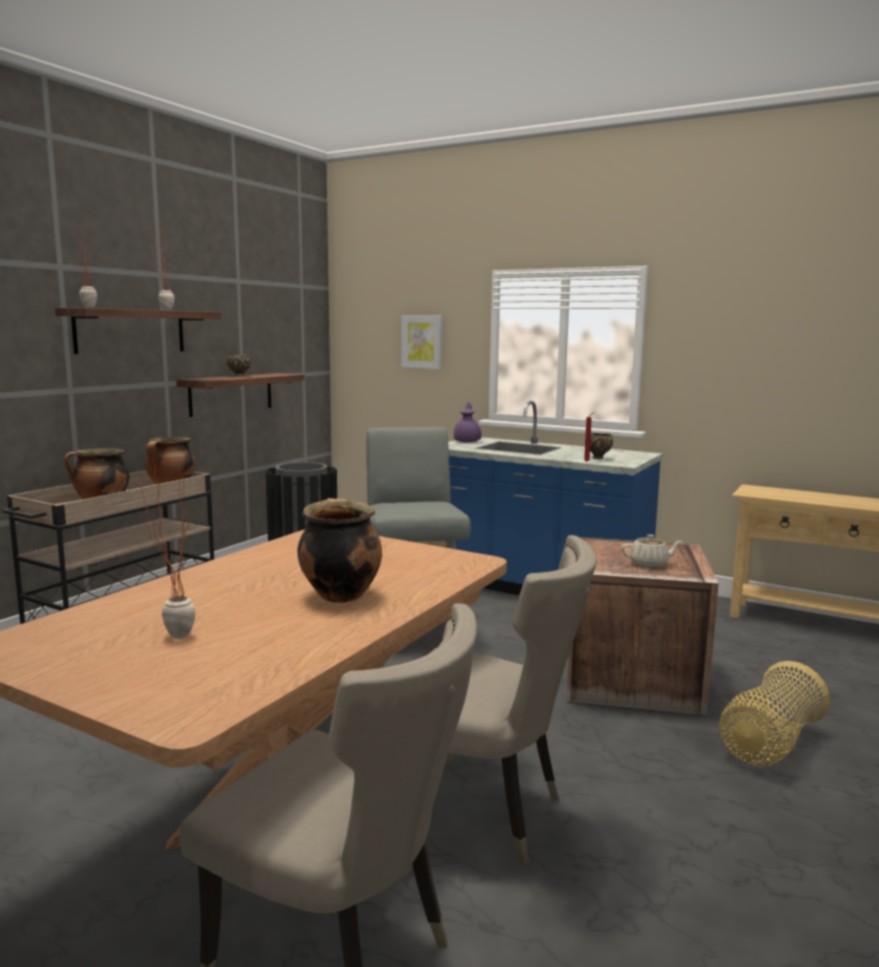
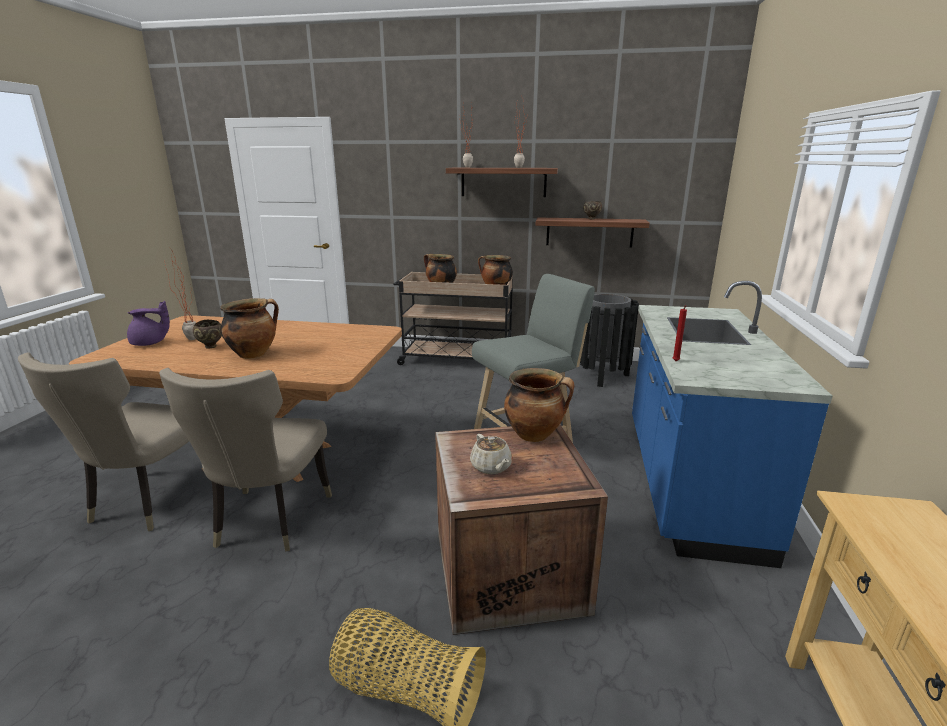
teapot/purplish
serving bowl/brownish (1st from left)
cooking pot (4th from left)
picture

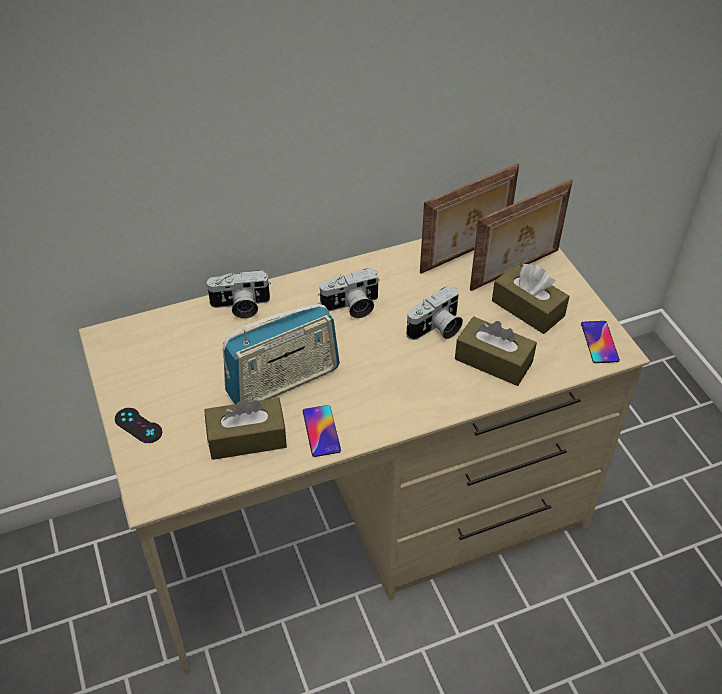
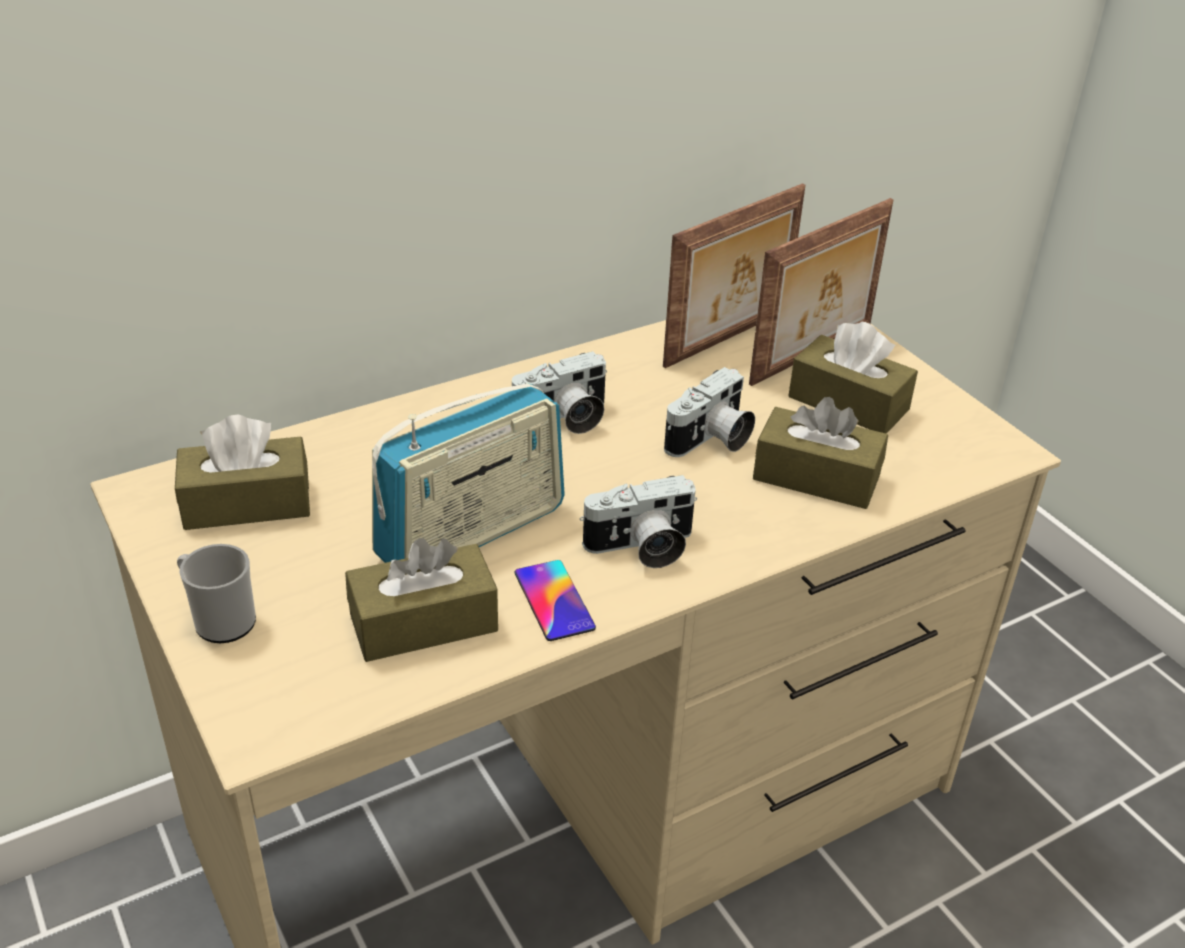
tissue holder/brownish (1st from left)
tea mug
still camera (2nd from left)
telephone (2nd from left in the first image)

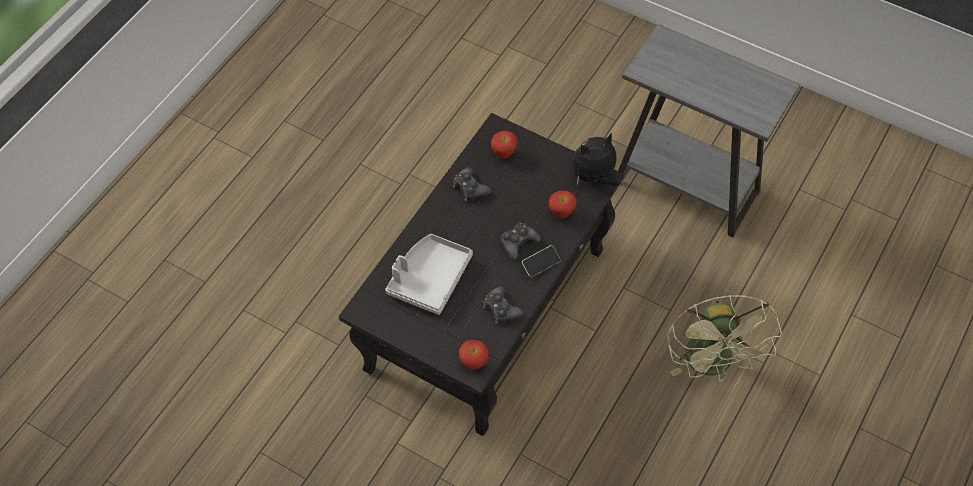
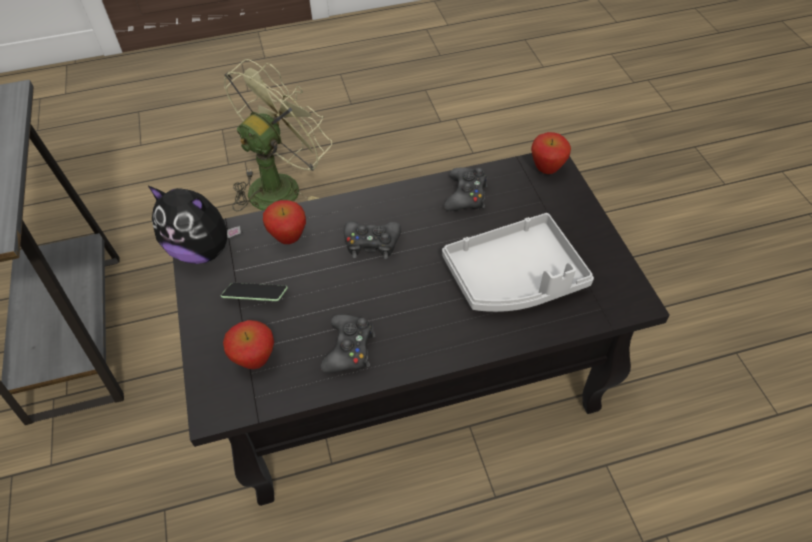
telephone

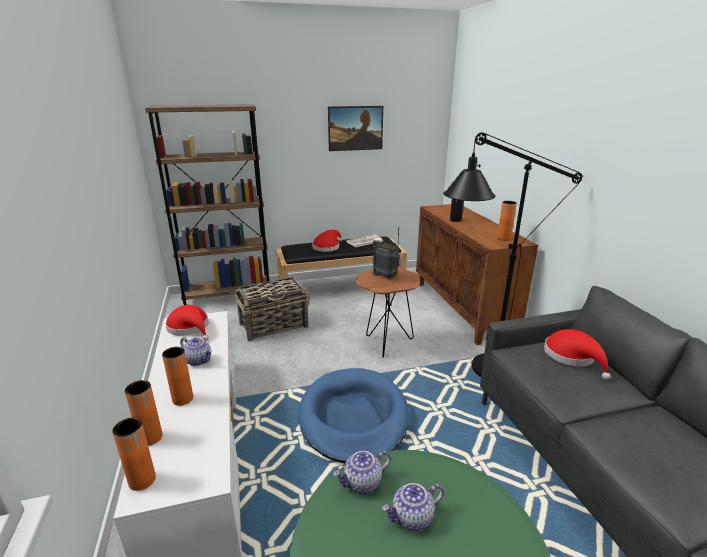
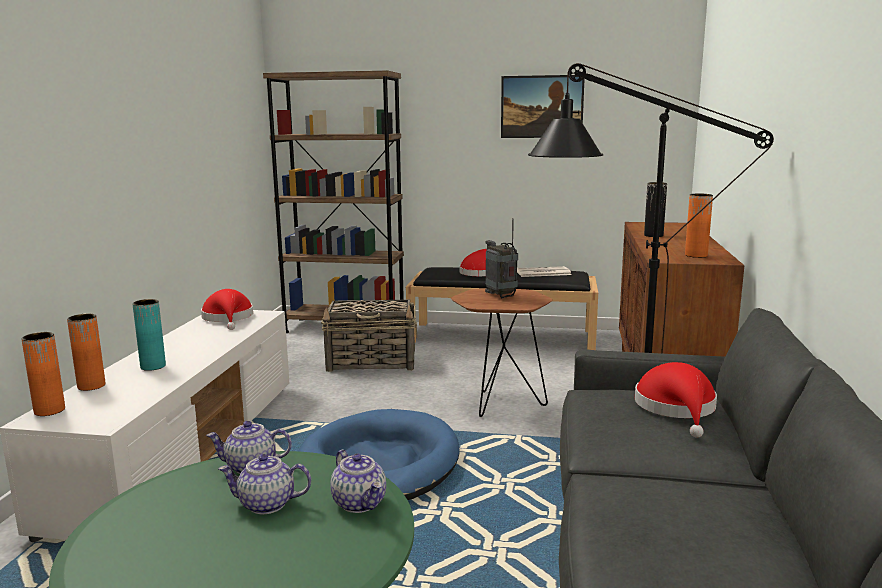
flower vase/turquoise-coloured
teapot (3rd from left)

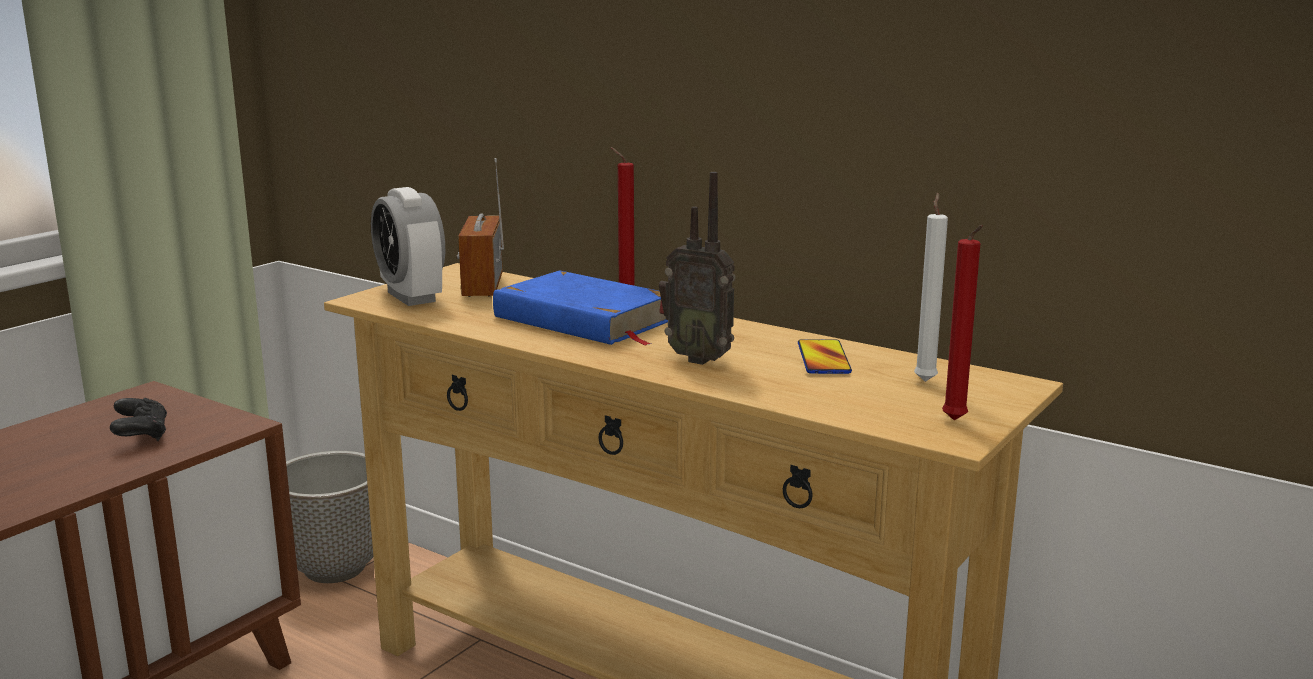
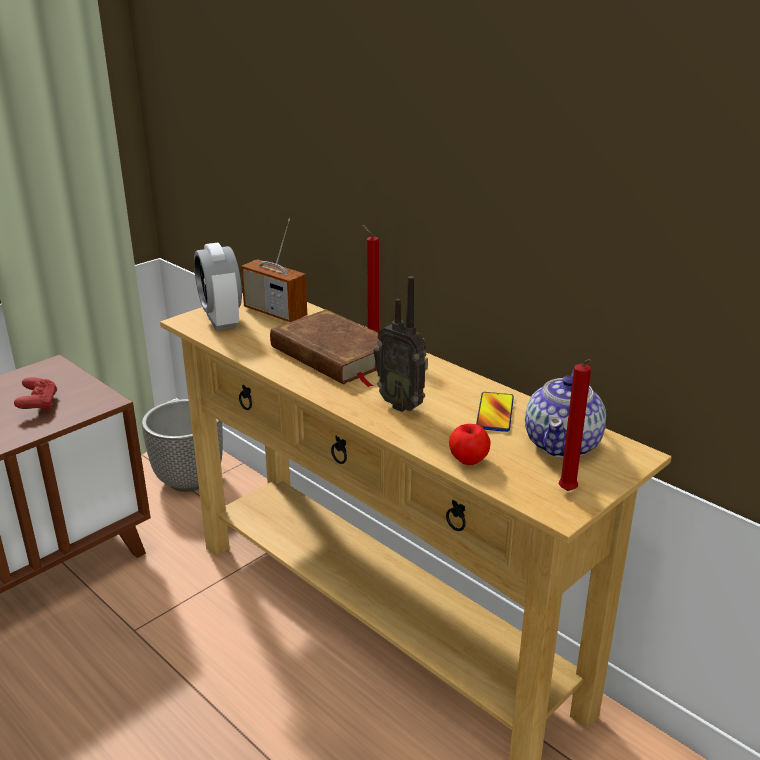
gamepad/red
radio (1st from left)
volume/brownish
apple fruit
teapot

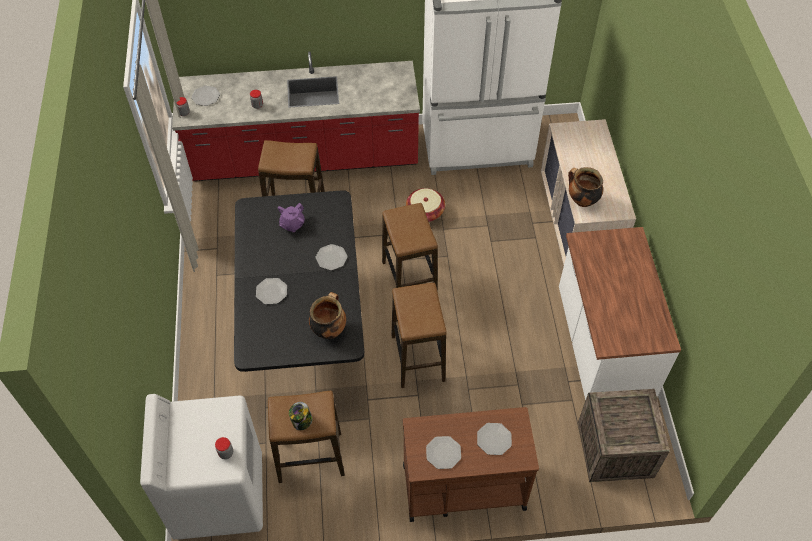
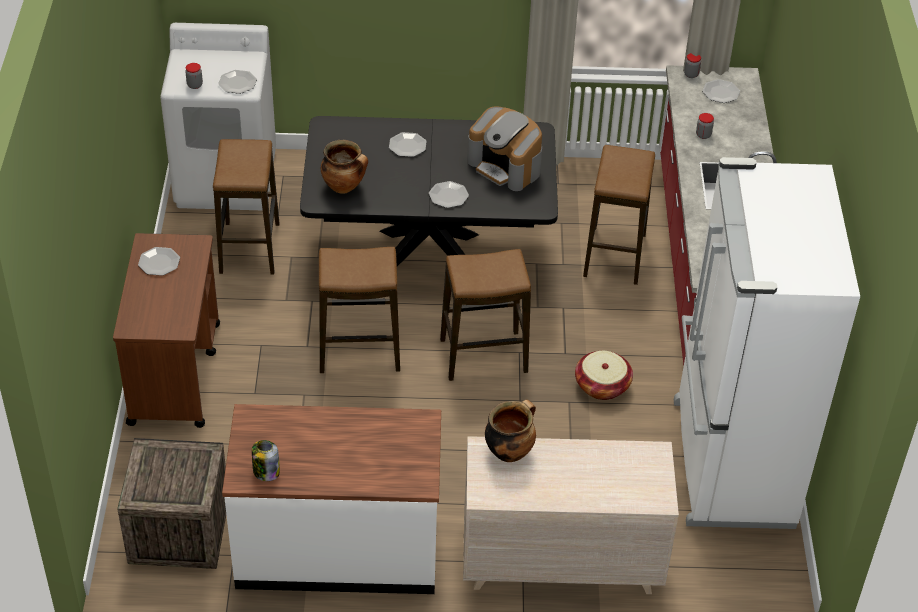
plate (2nd from left)
storage jar (2nd from left)
coffee machine

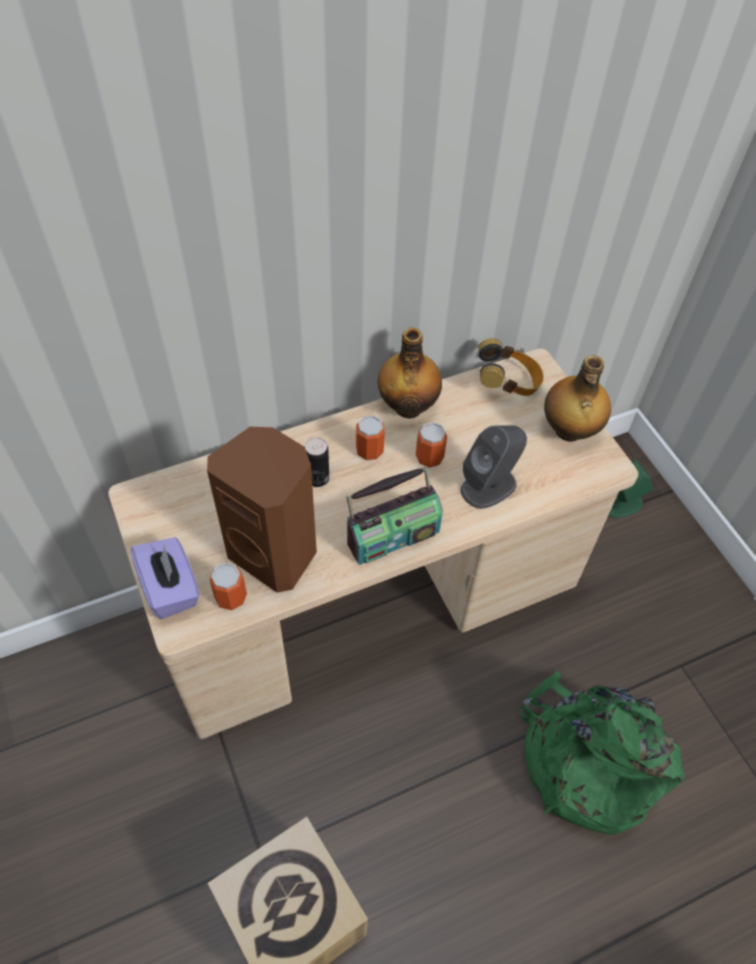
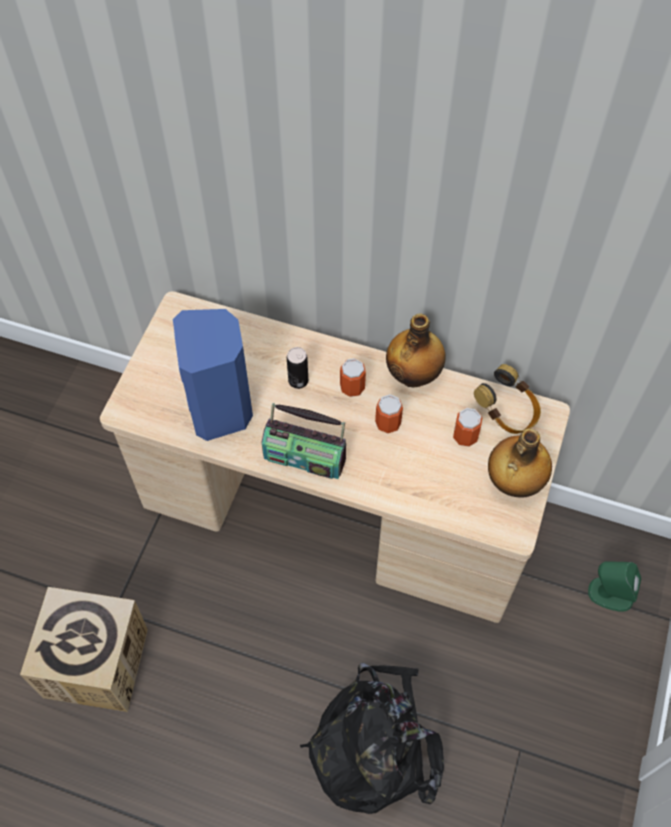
speaker/bluish
rucksack/blackish
can (4th from left)
tissue holder/purplish
speaker/gray

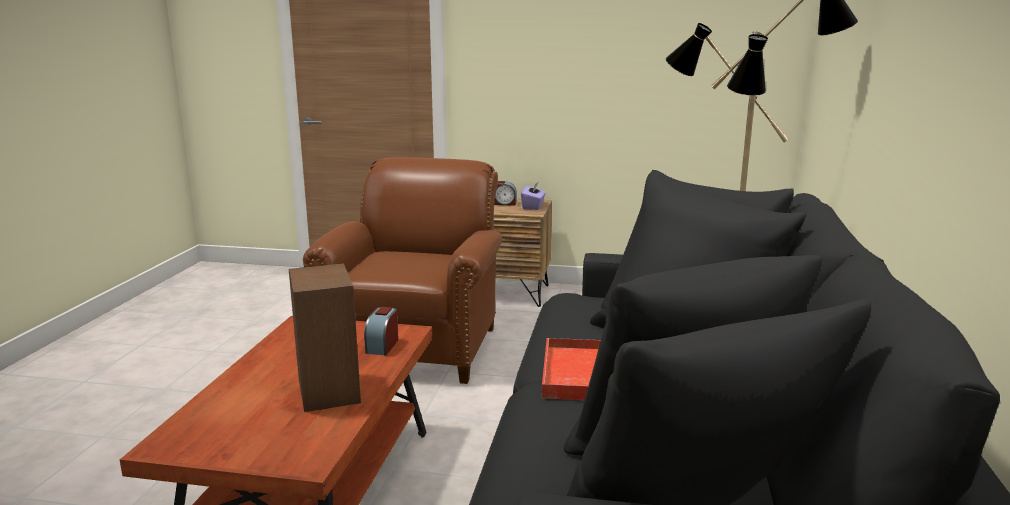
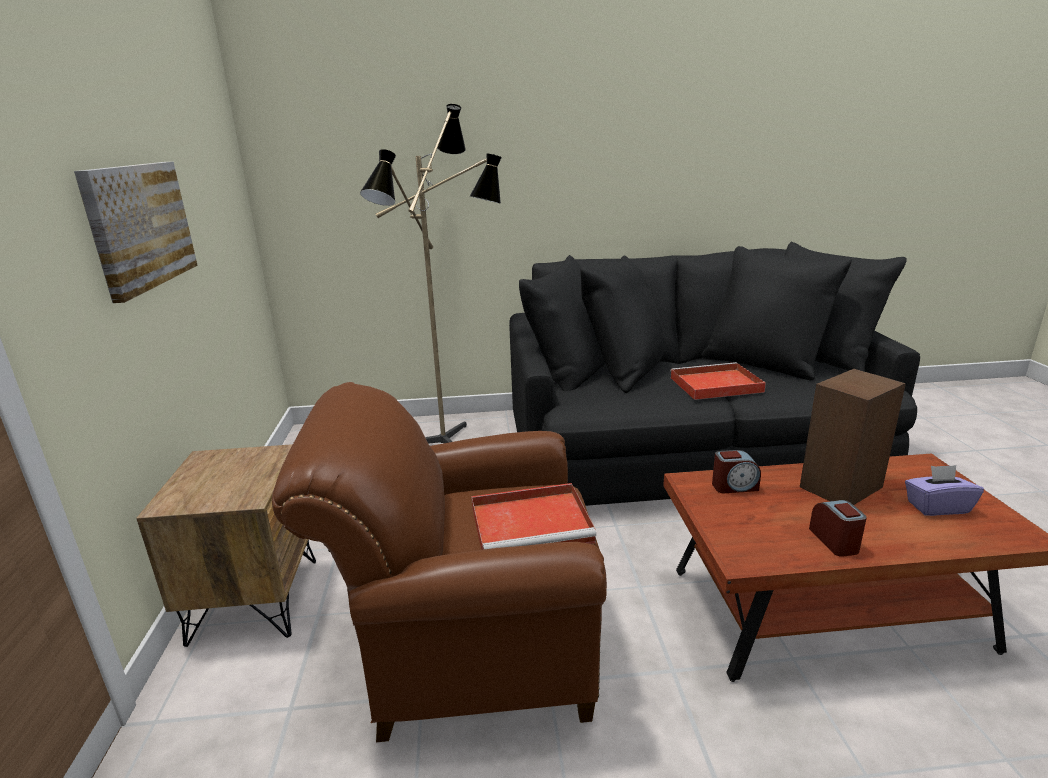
picture
tray/red (1st from left)
alarm clock (2nd from left)
tissue holder/purplish

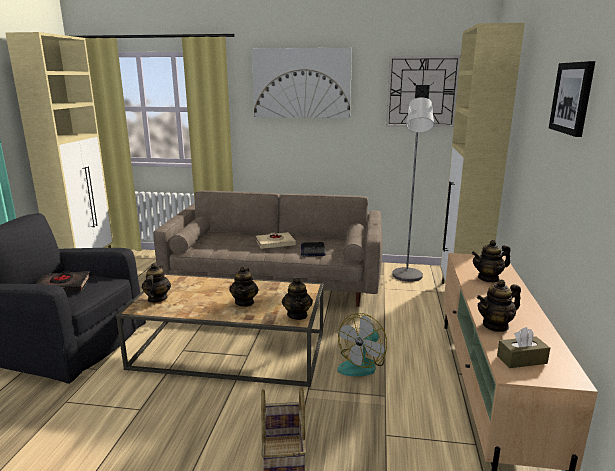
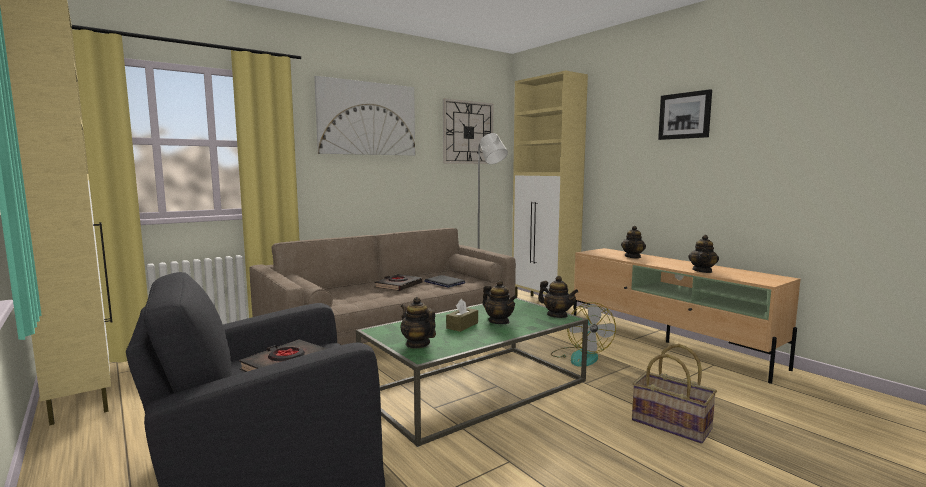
low table/greenish
volume/blackish (2nd from left)
tissue holder/brownish

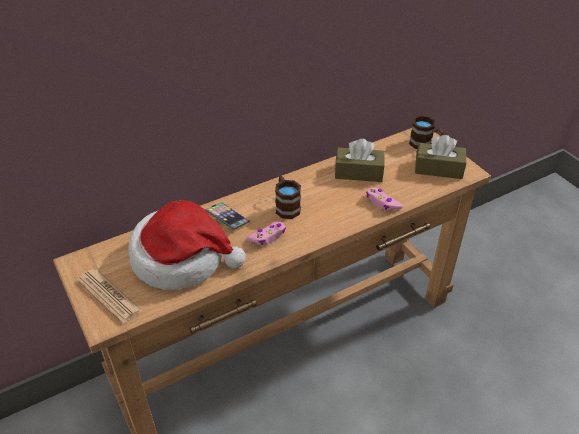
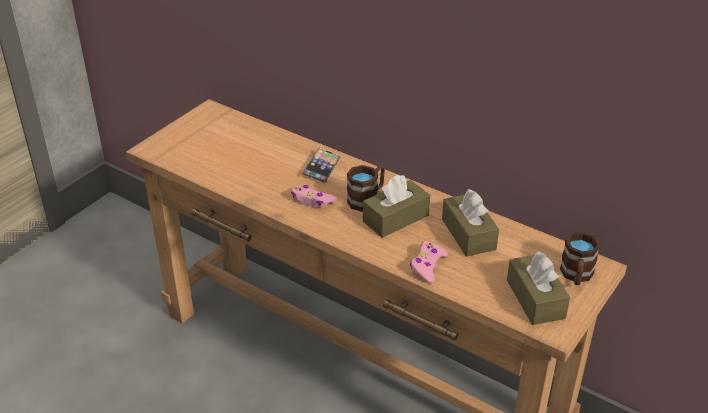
tissue holder/brownish (1st from left)
printed paper
hat

